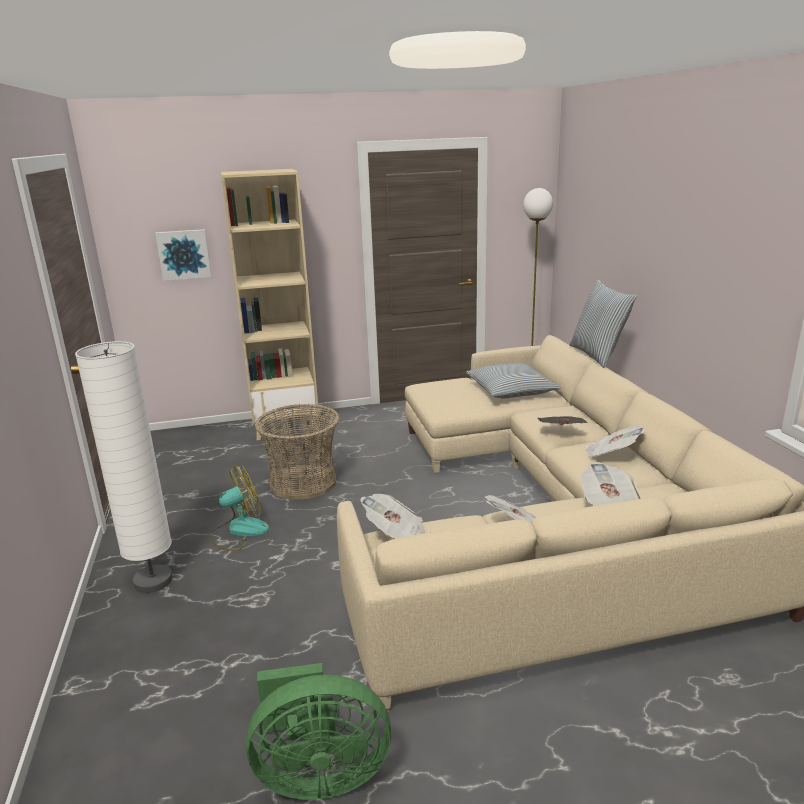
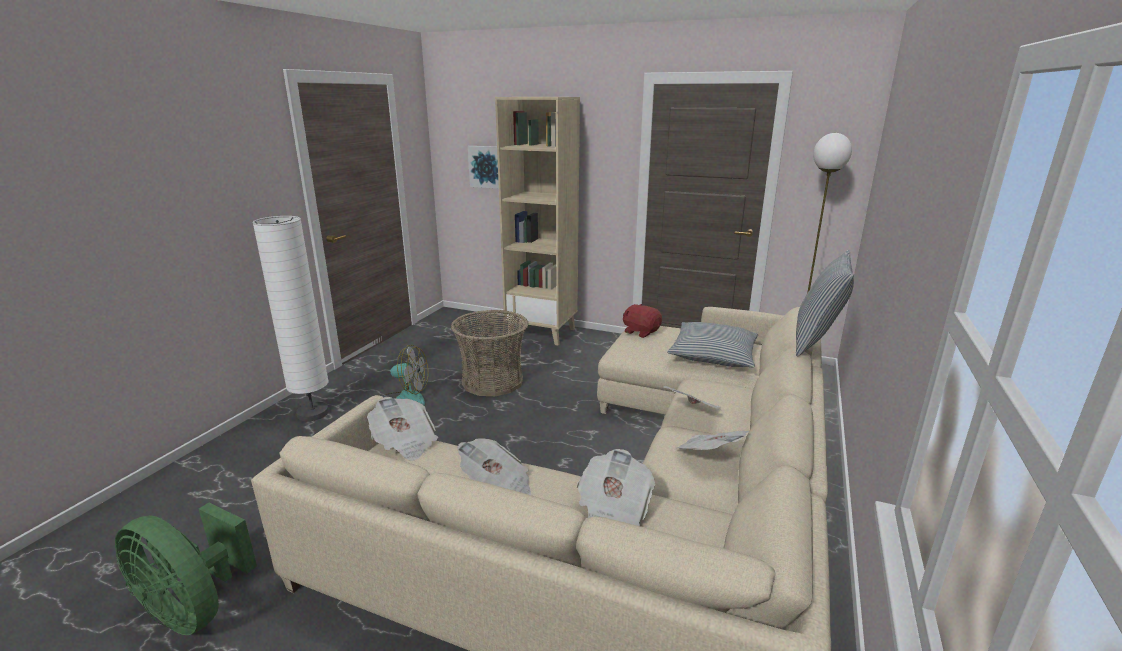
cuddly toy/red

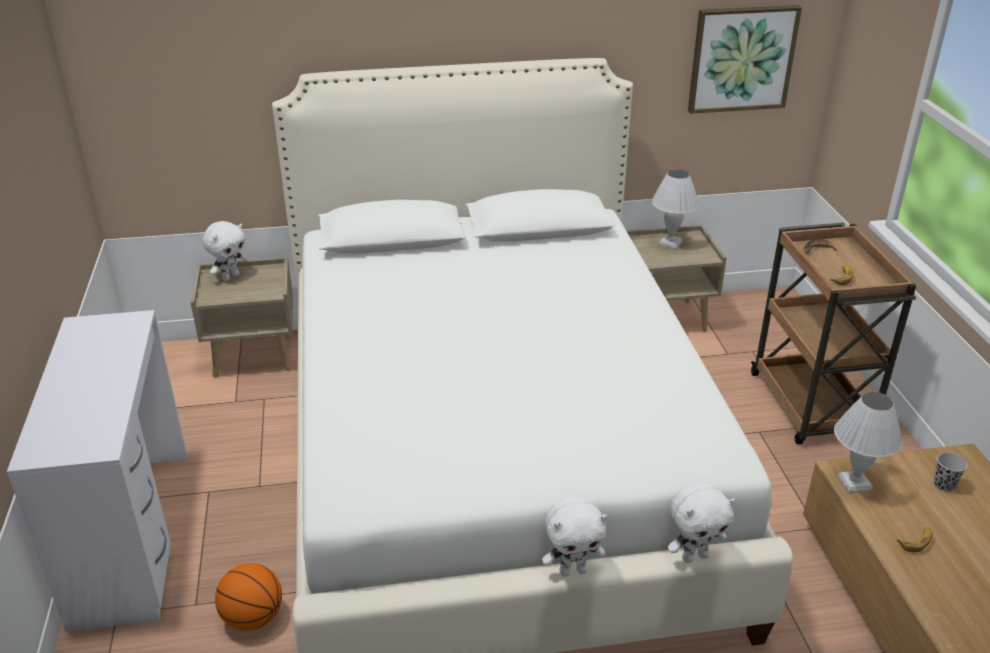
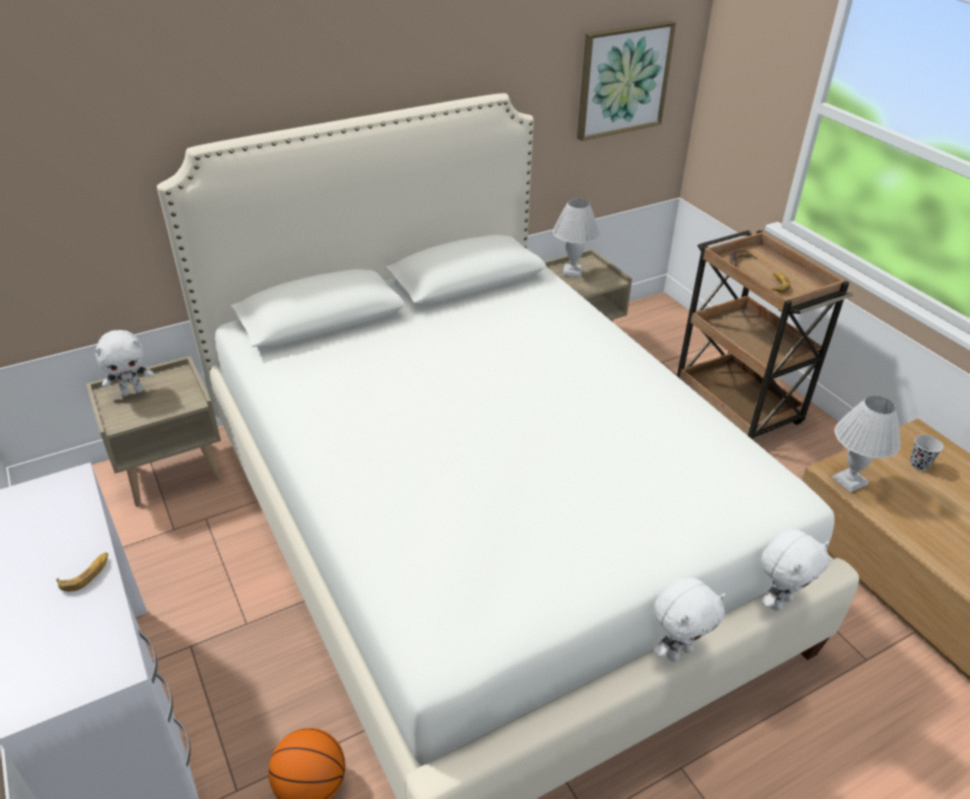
banana (1st from left)
cuddly toy/white (1st from left)

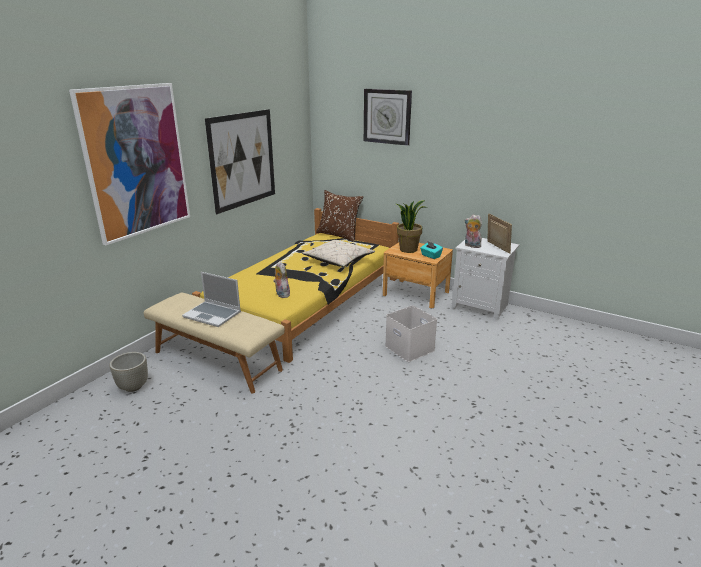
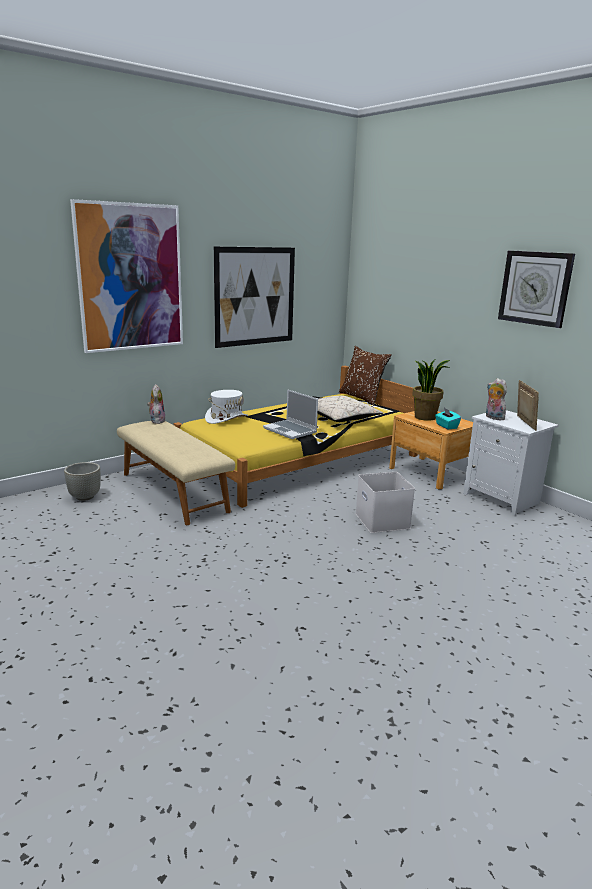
cuddly toy (1st from left)
hat/white
portable computer
hanging clock

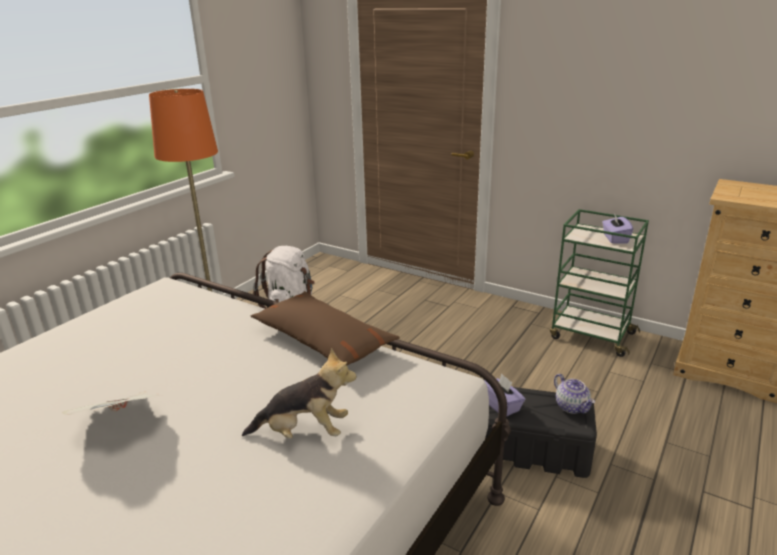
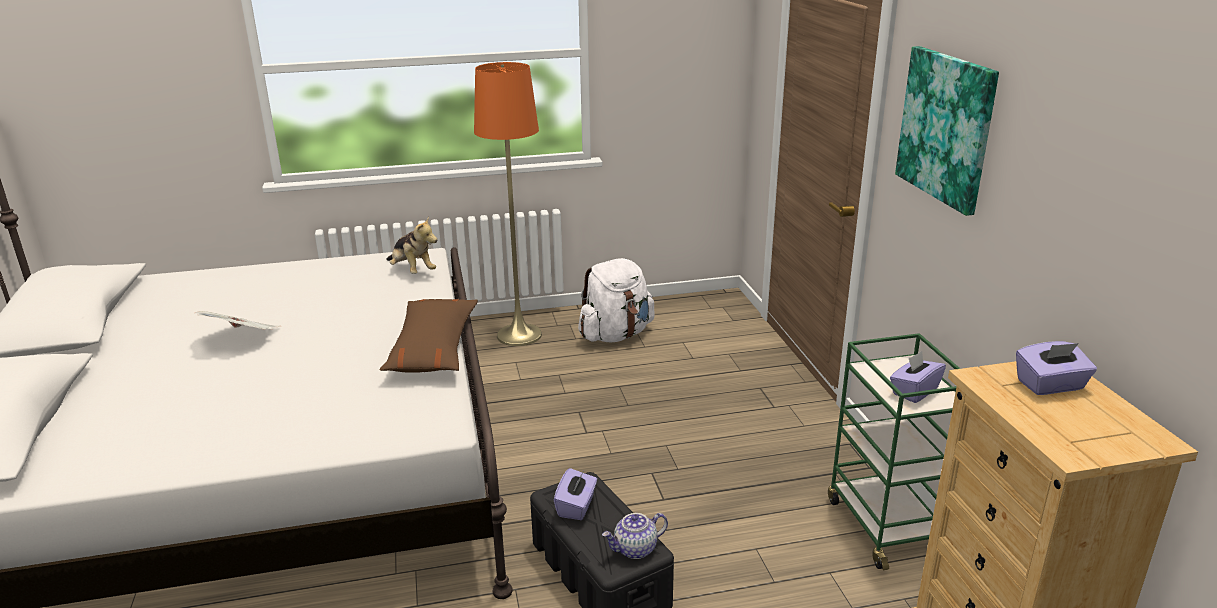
cuddly toy
teapot
picture
tissue holder/purplish (3rd from left)

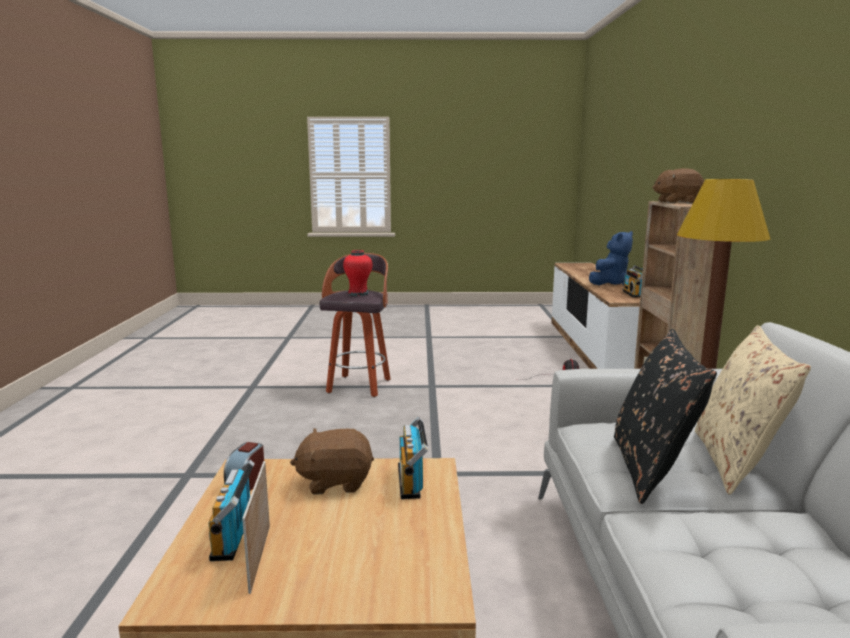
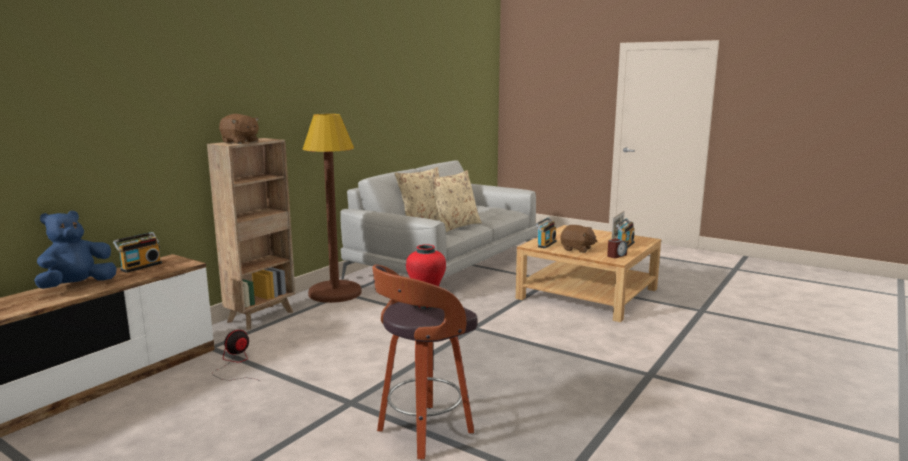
cuddly toy/bluish
cushion/beige-coloured (2nd from left)

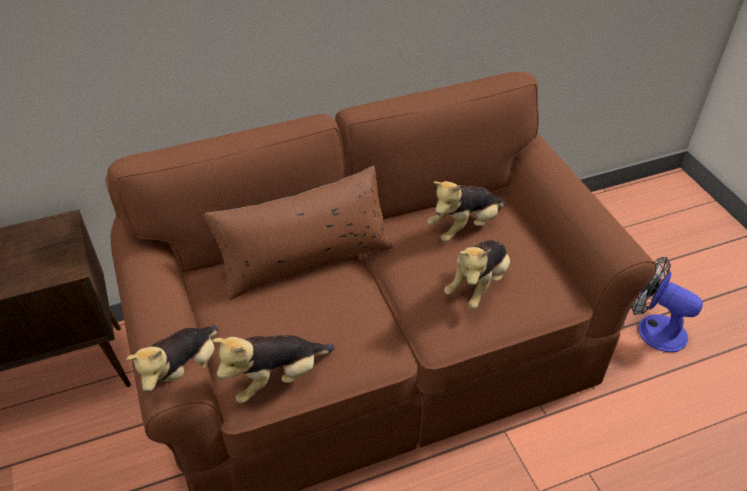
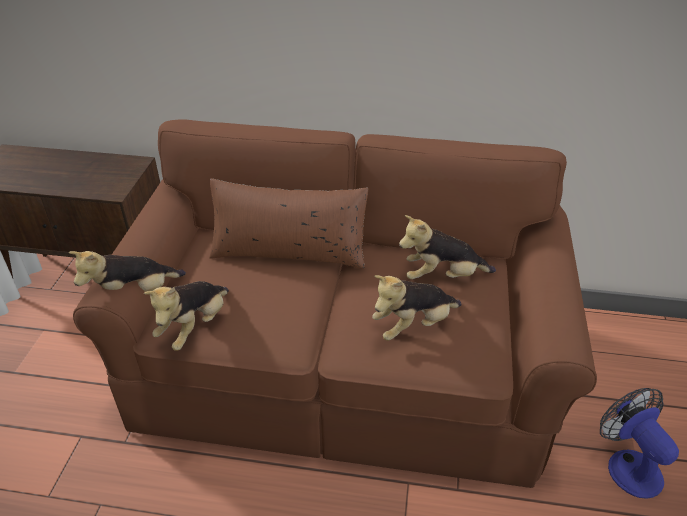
cuddly toy (2nd from left)

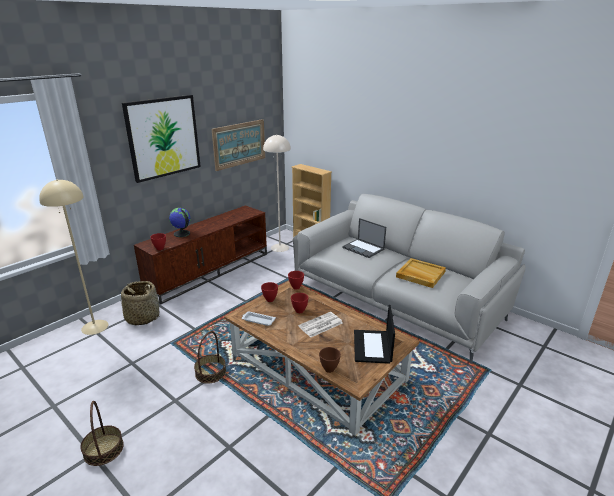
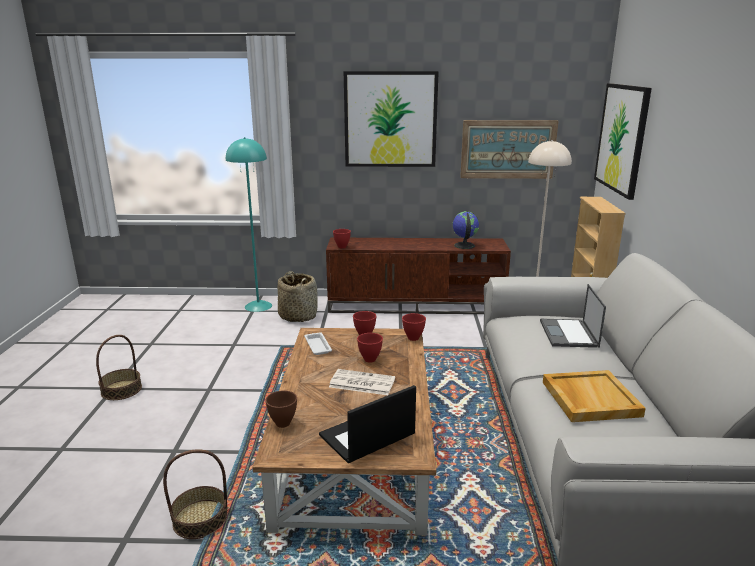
basket (2nd from left)
standard lamp/turquoise-coloured
world globe
picture (3rd from left)

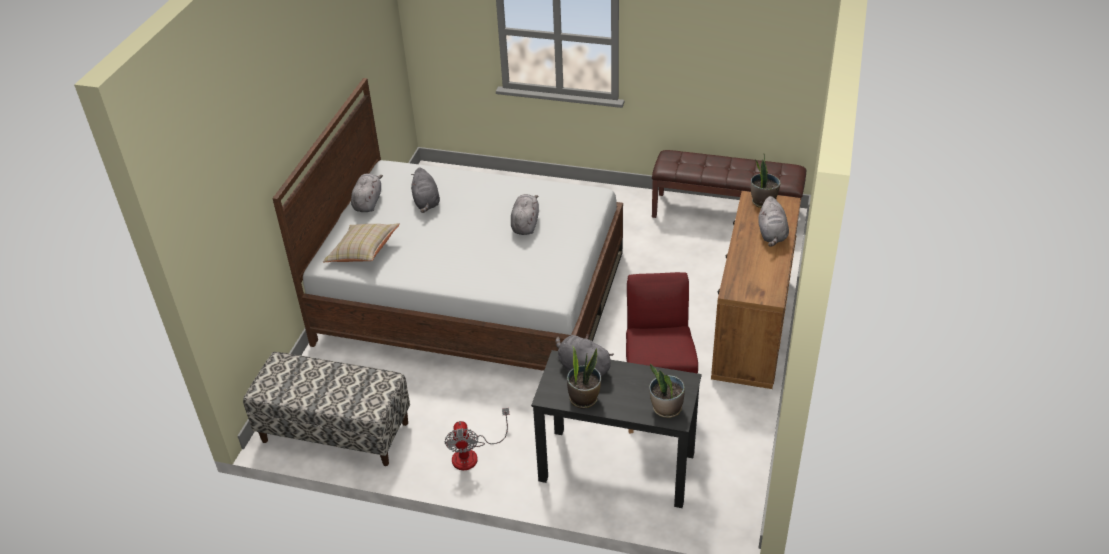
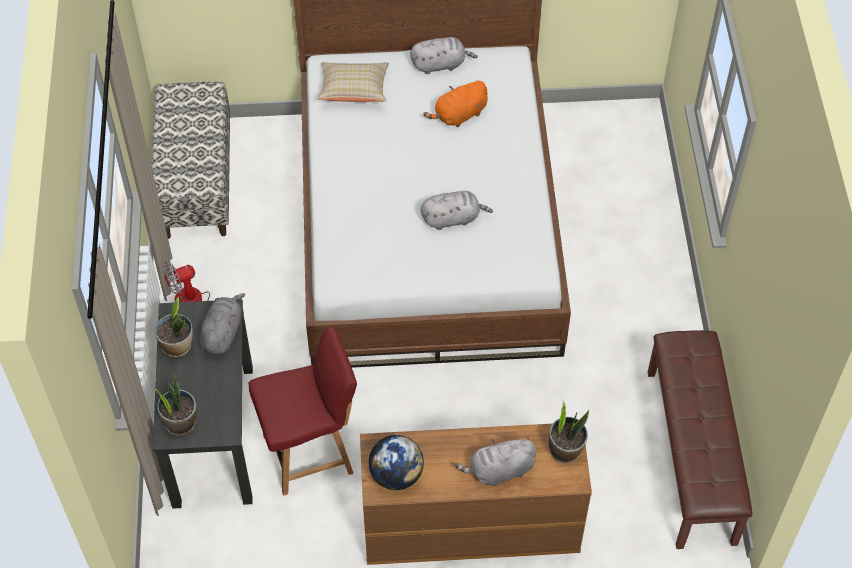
world globe
cuddly toy/orangey

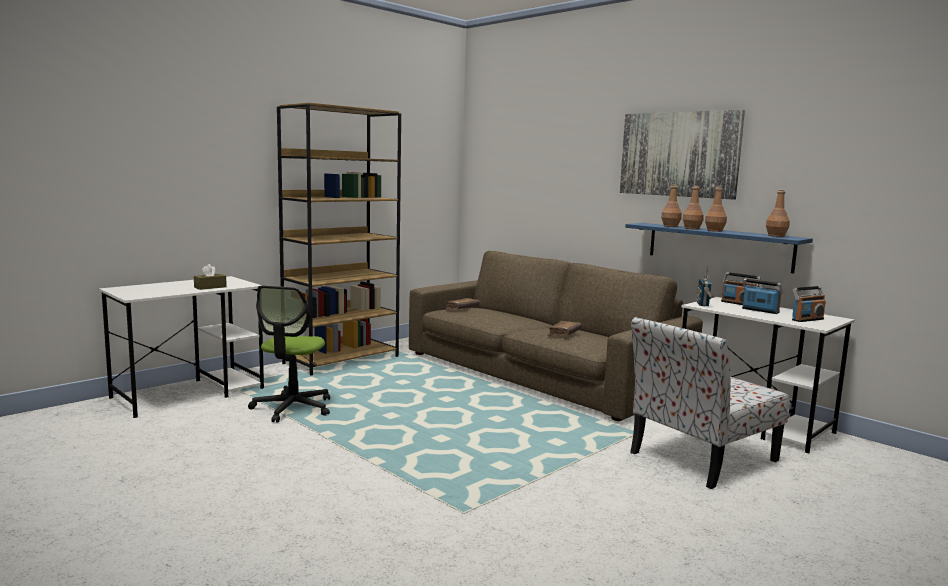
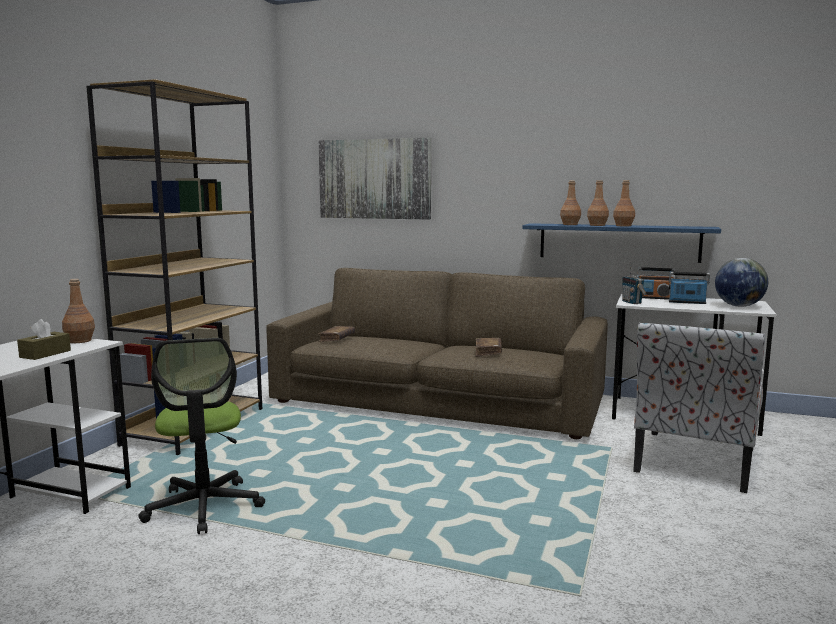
bottle/brownish (1st from left)
picture
world globe

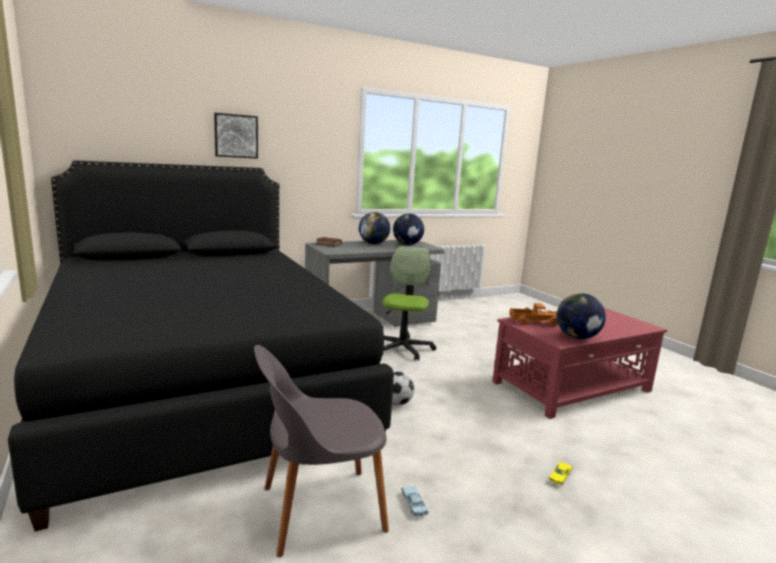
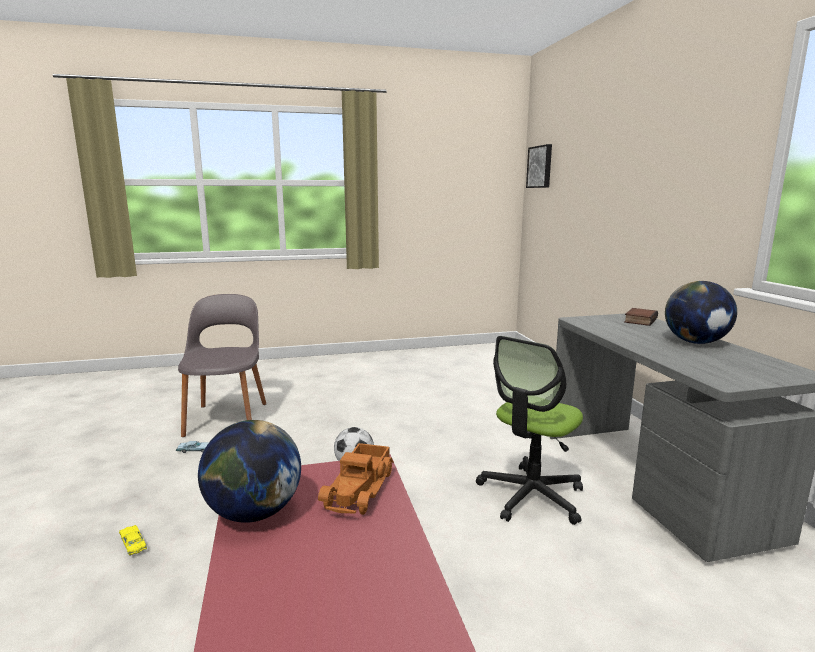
computer chair
picture
bedroom bed/blackish
world globe (2nd from left in the first image)

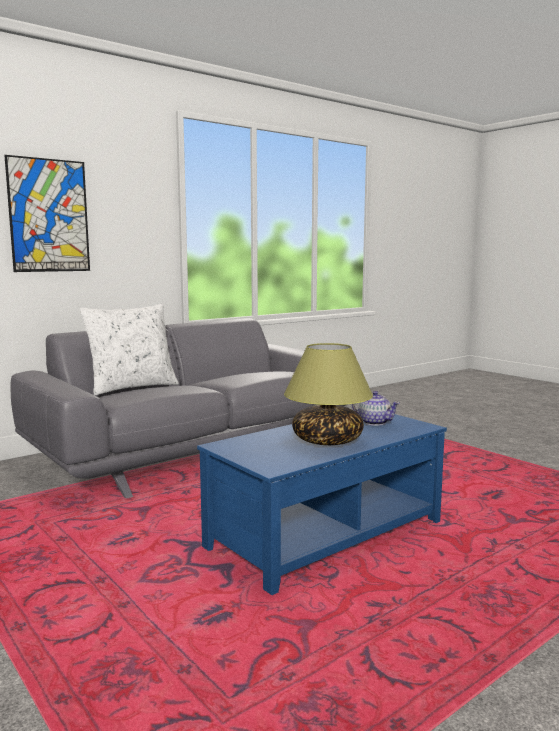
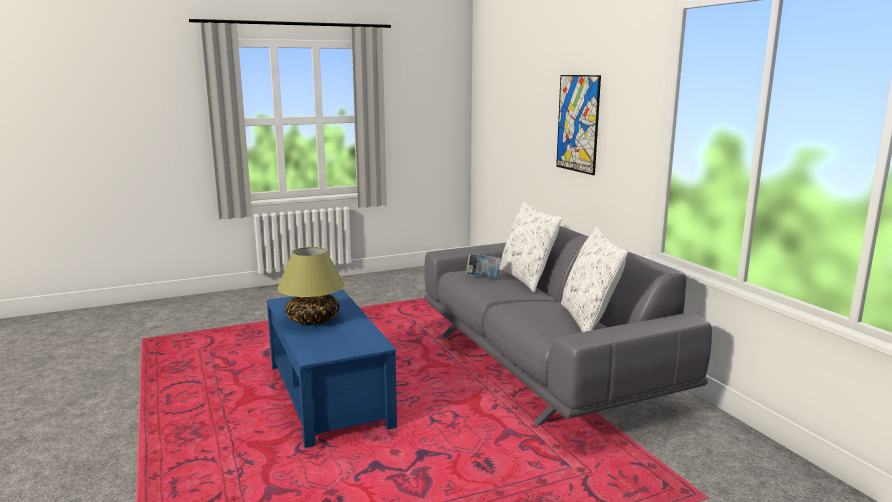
volume
cushion/white (2nd from left)
teapot

